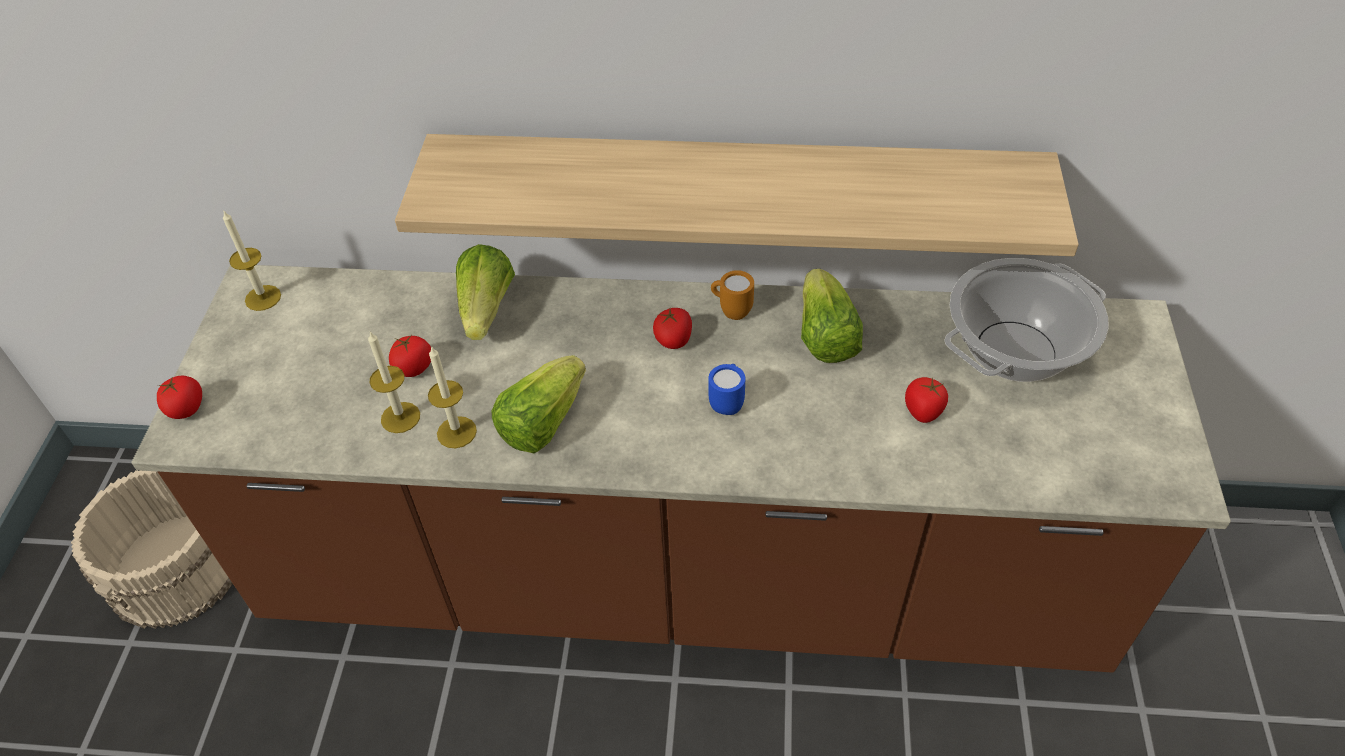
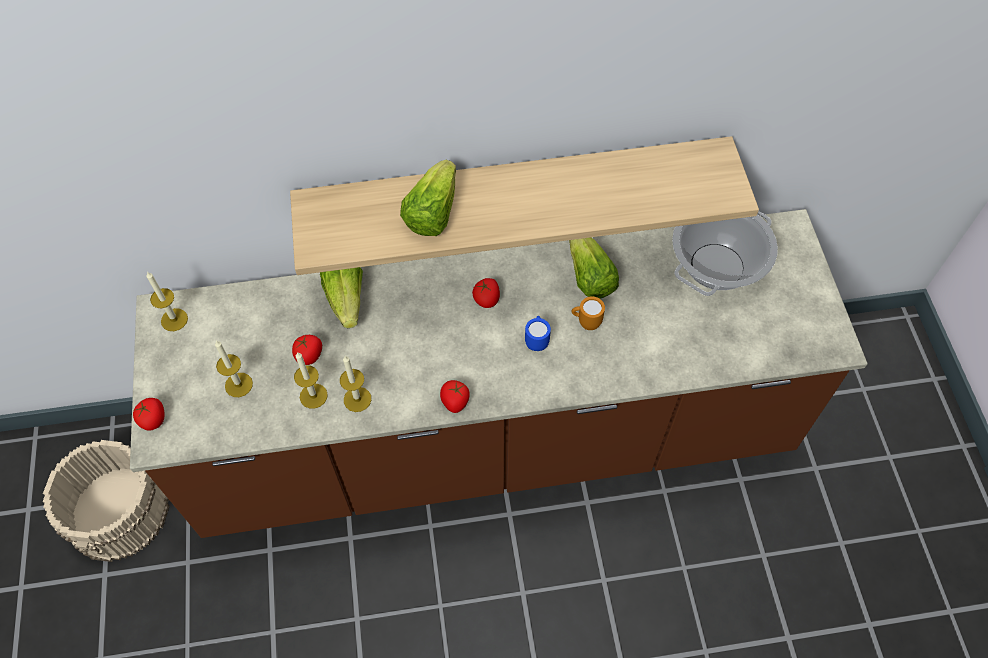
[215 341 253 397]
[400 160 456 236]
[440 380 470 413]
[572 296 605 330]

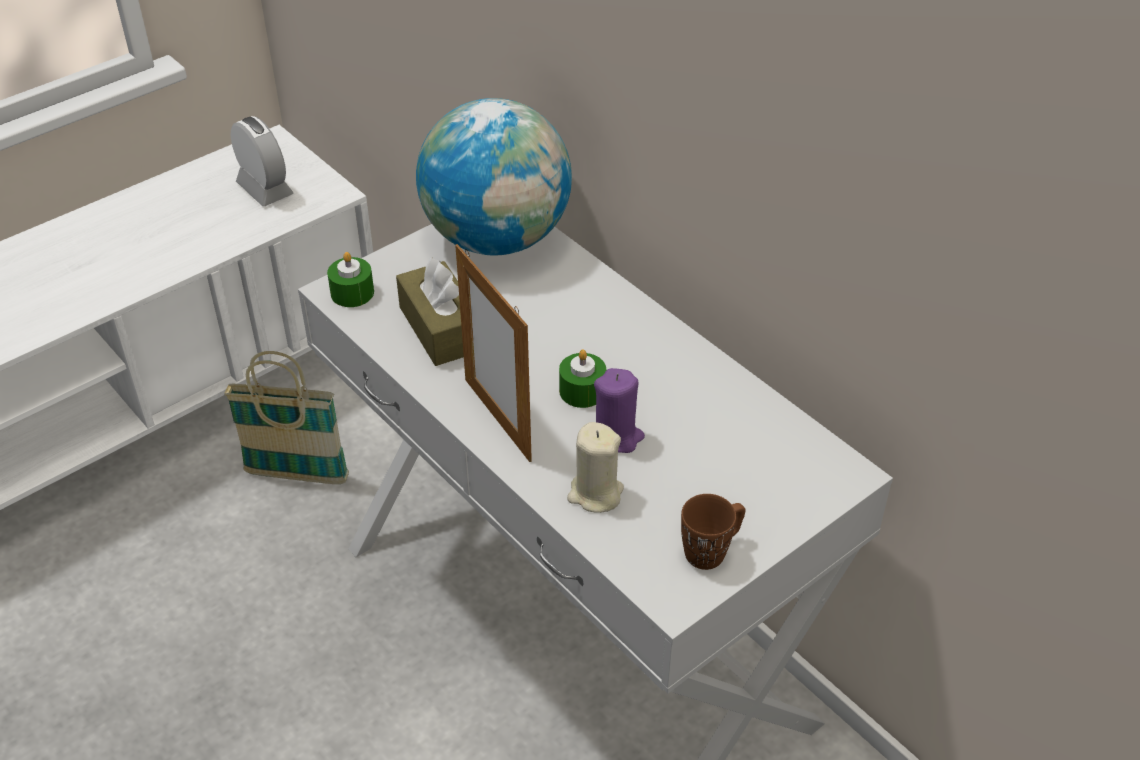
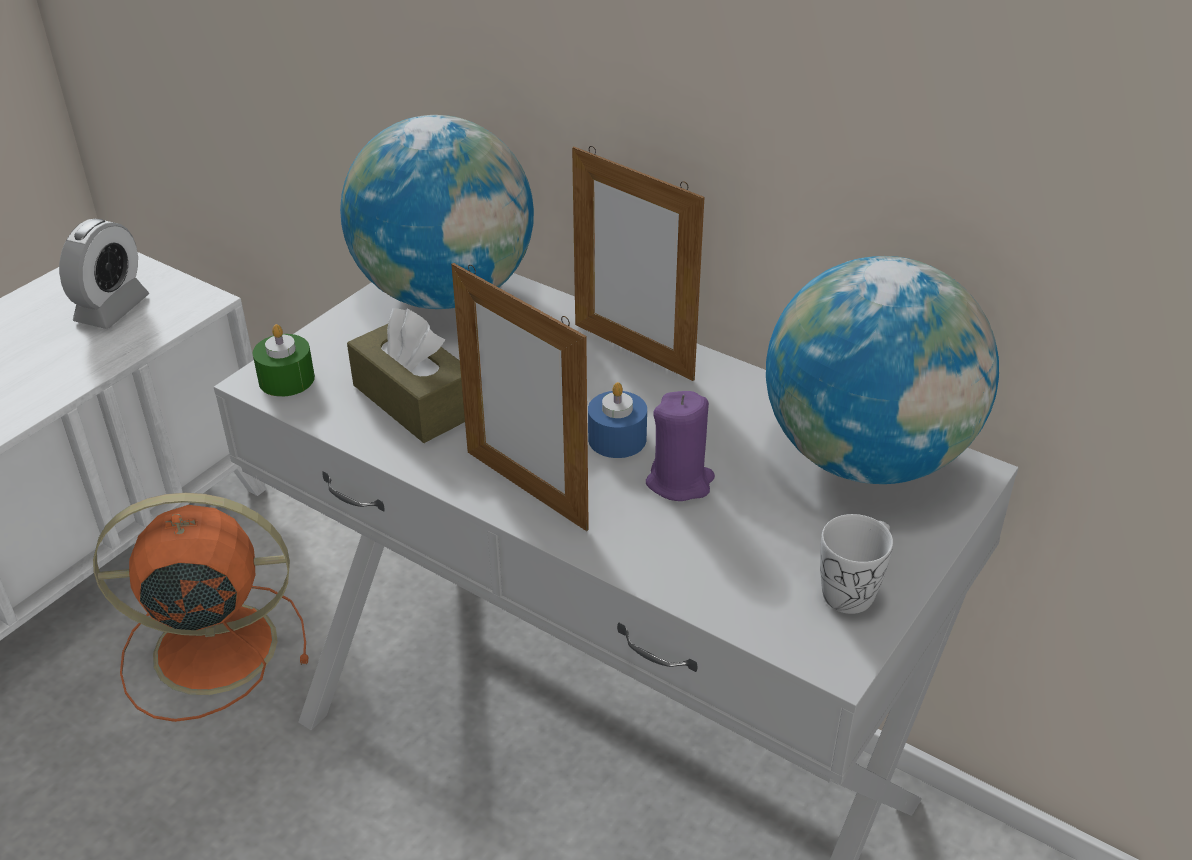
[59 219 149 329]
[93 493 308 722]
[572 146 704 381]
[588 382 647 458]
[766 256 999 484]
[820 514 893 614]
[567 422 624 513] (first image)

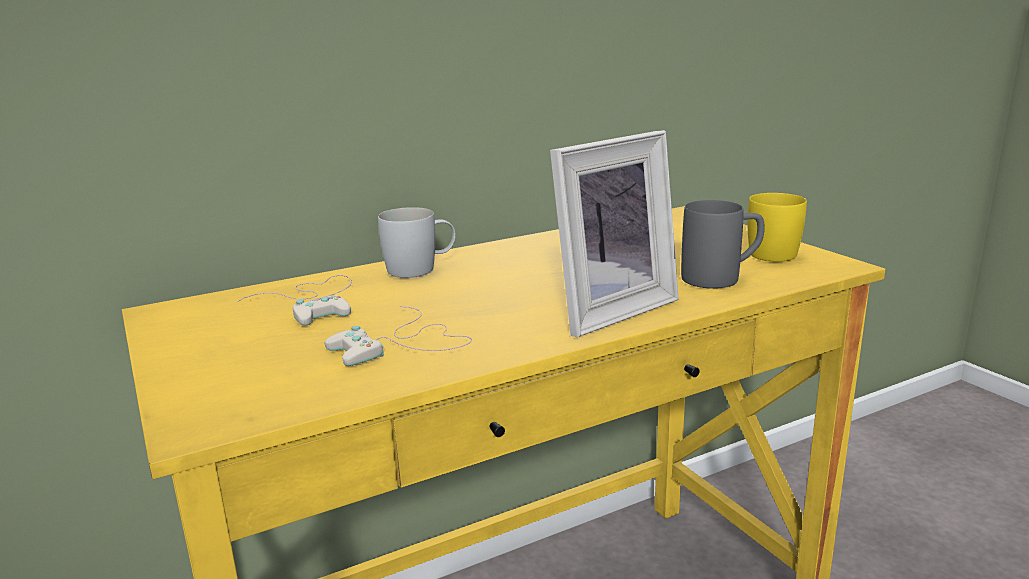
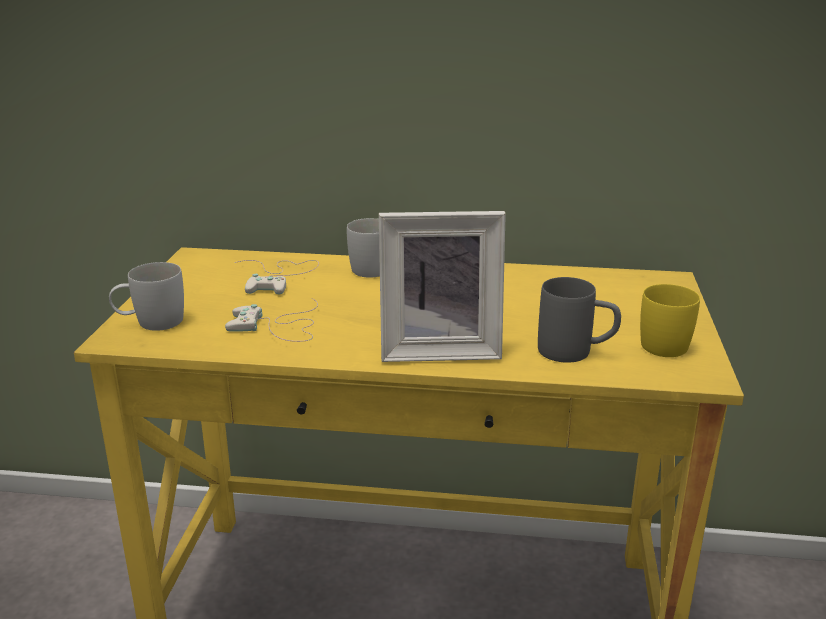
[109 262 184 331]

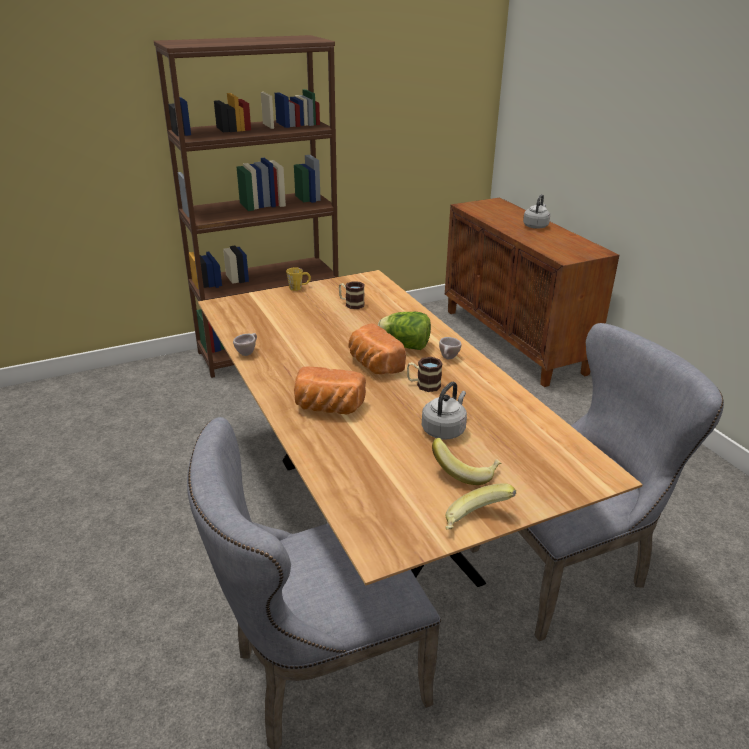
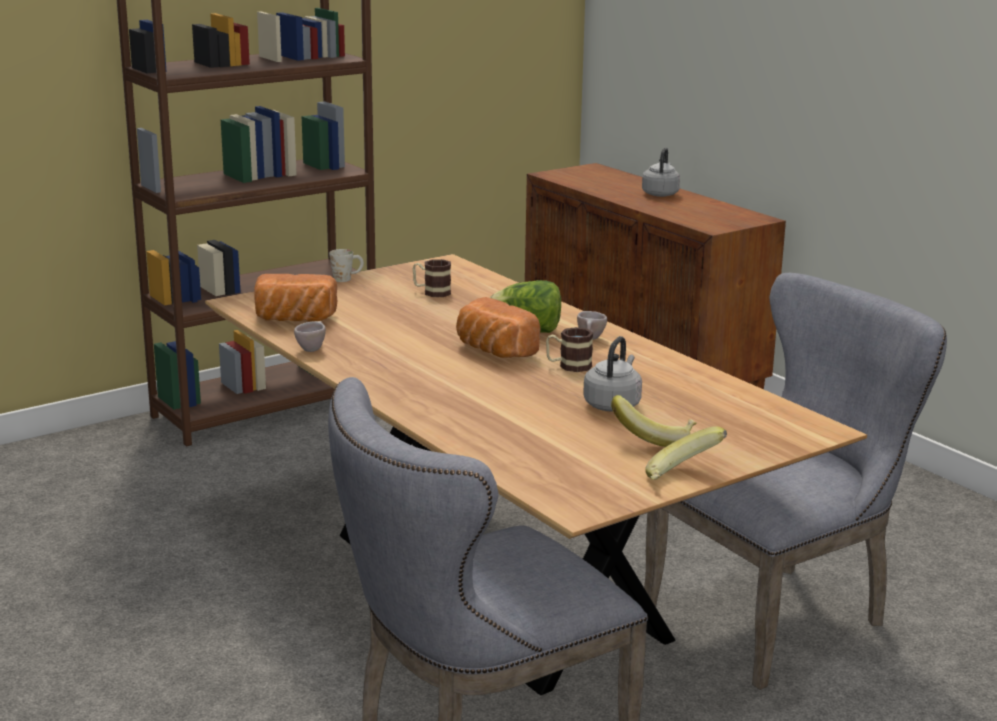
[254 274 337 321]
[329 249 364 282]

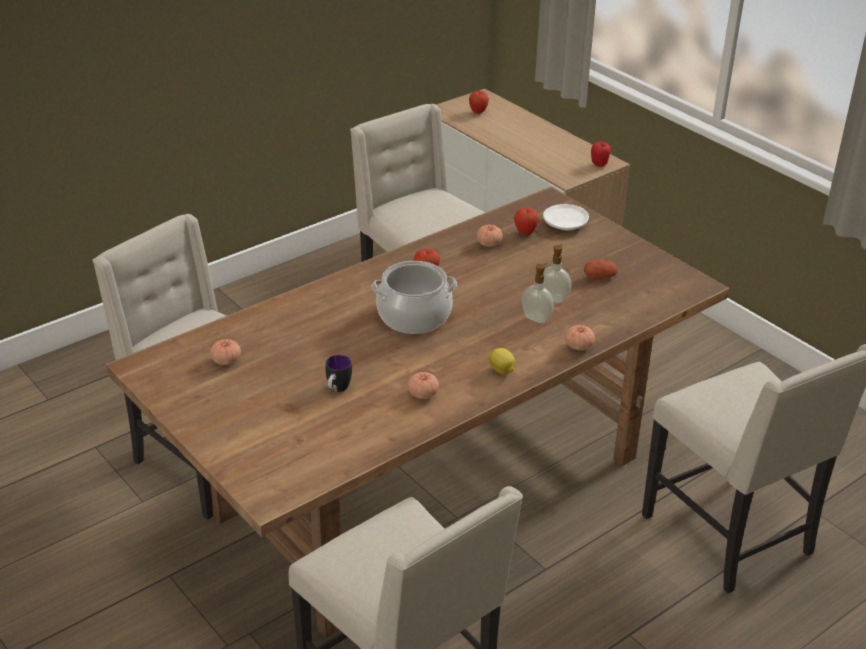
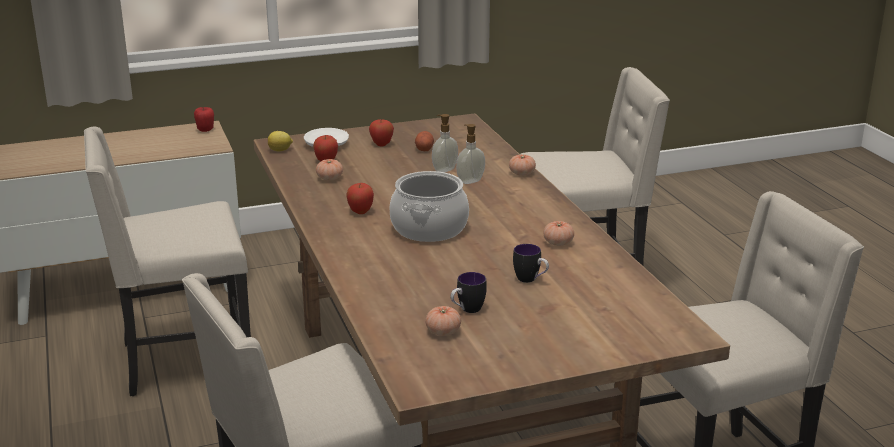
[268 131 293 151]
[369 119 394 147]
[451 272 487 313]

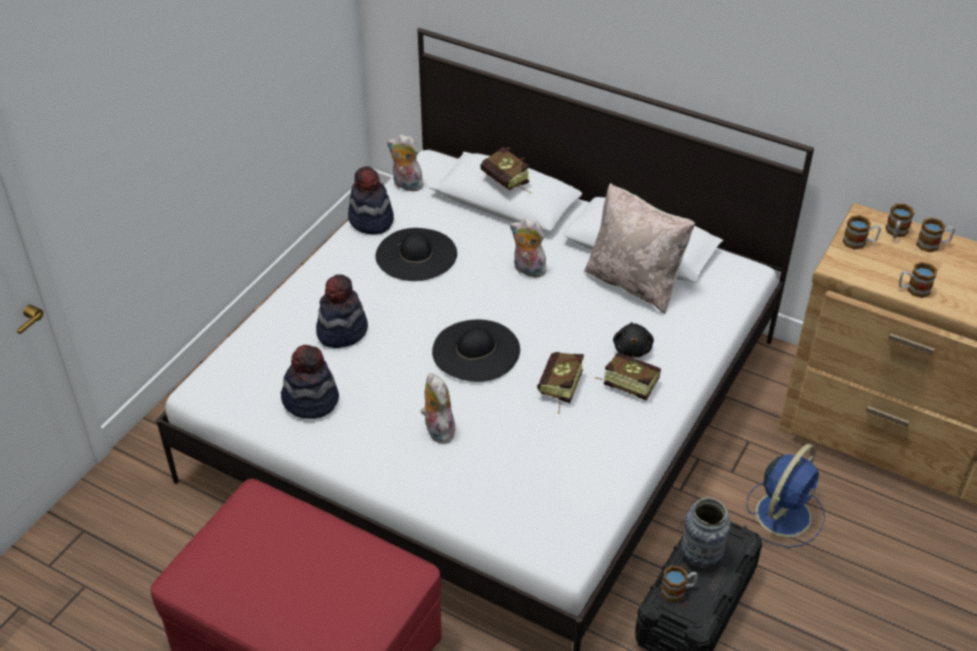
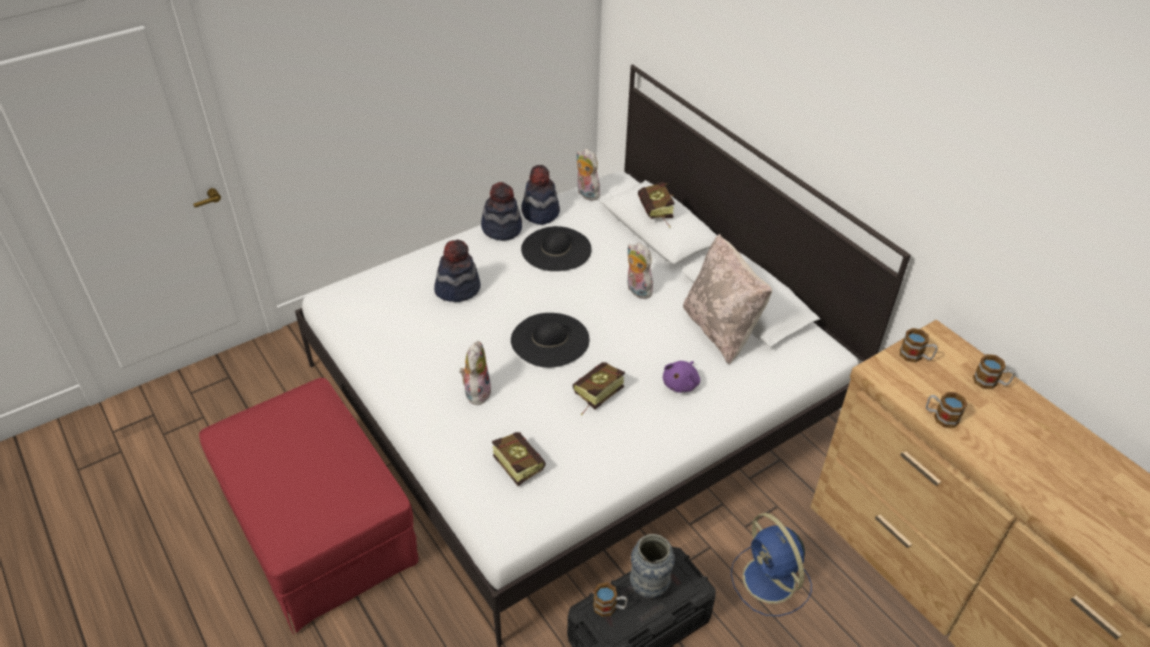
[481 182 522 241]
[492 432 546 486]
[663 361 700 393]
[731 513 812 616]
[885 204 914 238] (first image)

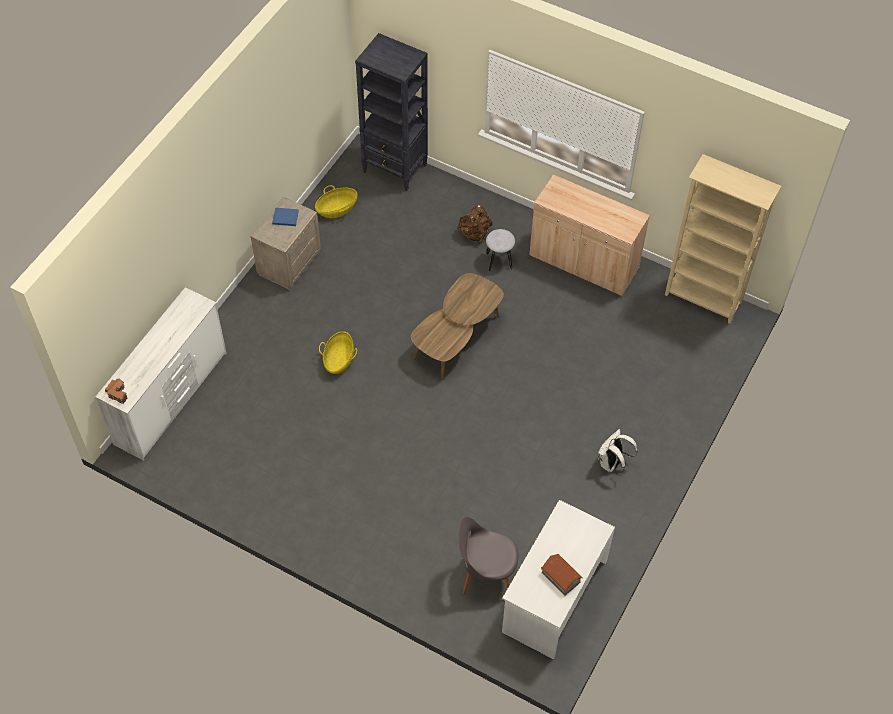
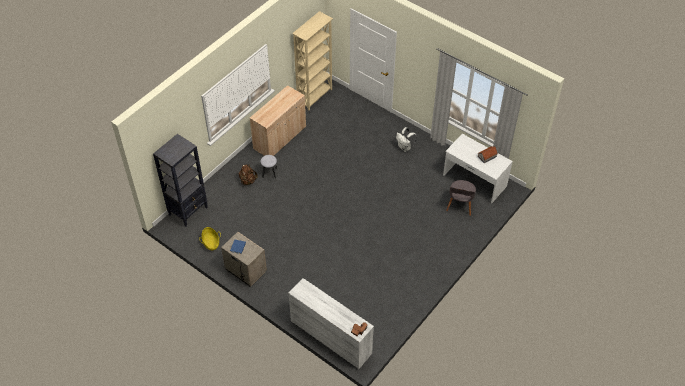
[319 331 357 374] (first image)
[411 273 504 379] (first image)

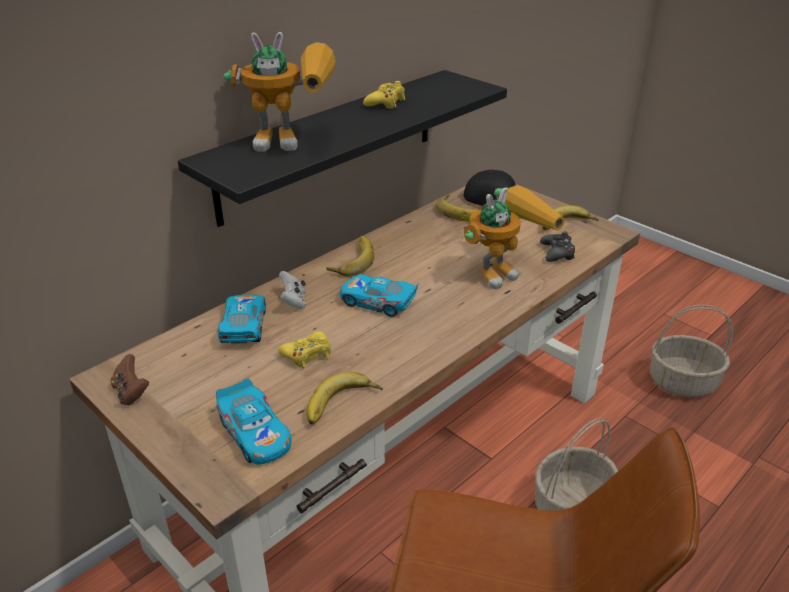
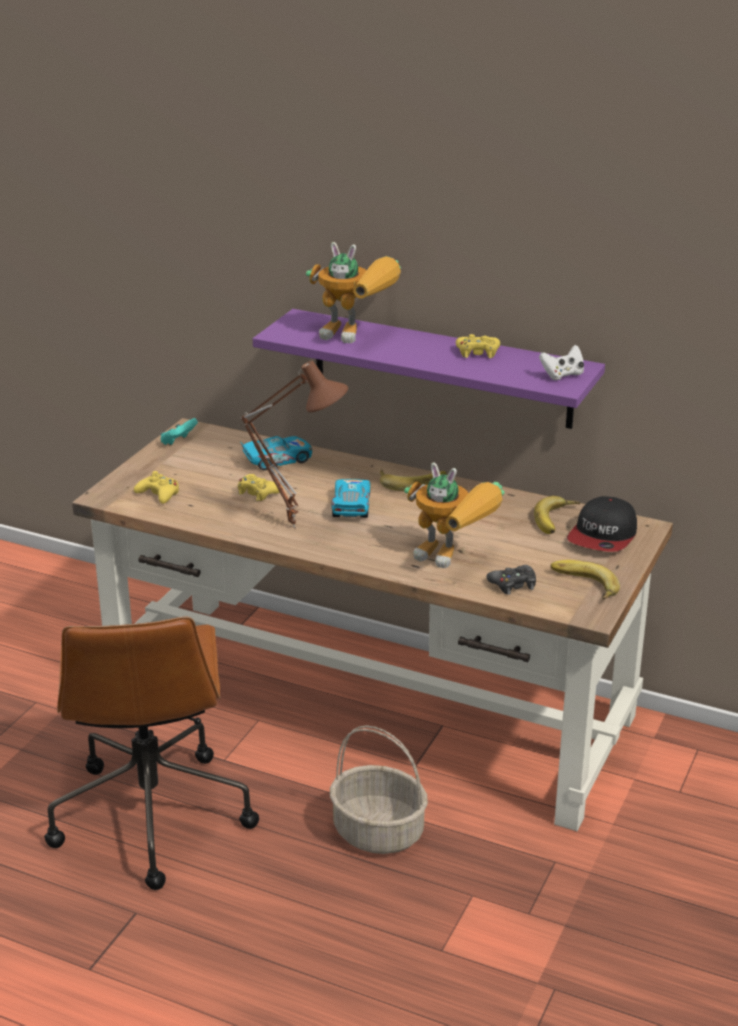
[134 471 179 504]
[160 418 198 445]
[240 361 348 528]
[253 309 605 429]
[306 242 401 343]
[539 345 584 380]
[306 372 383 425] (first image)
[650 305 733 397] (first image)

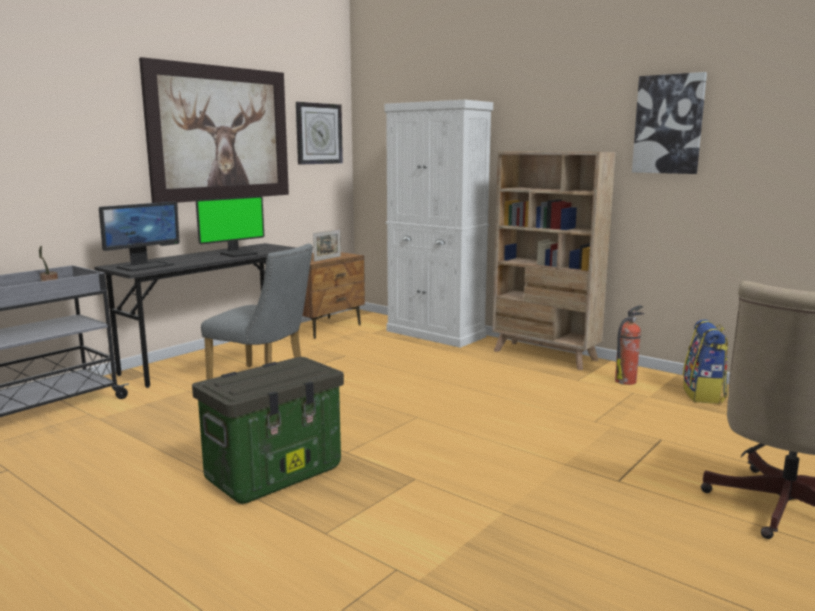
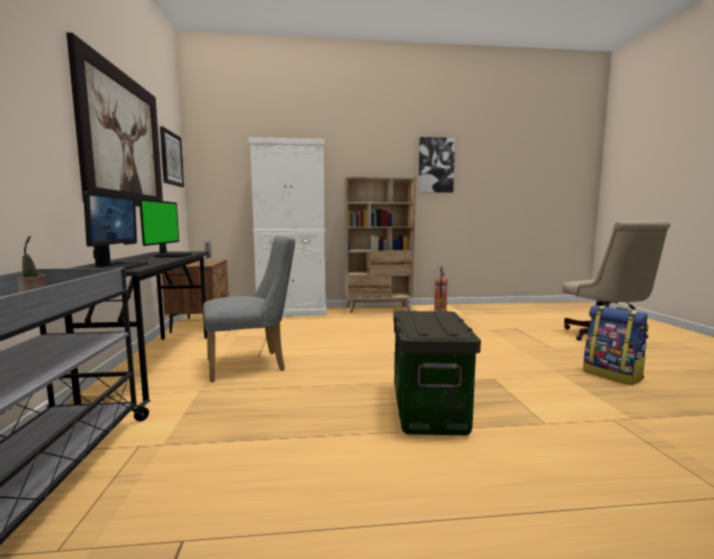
[583 305 649 385]

